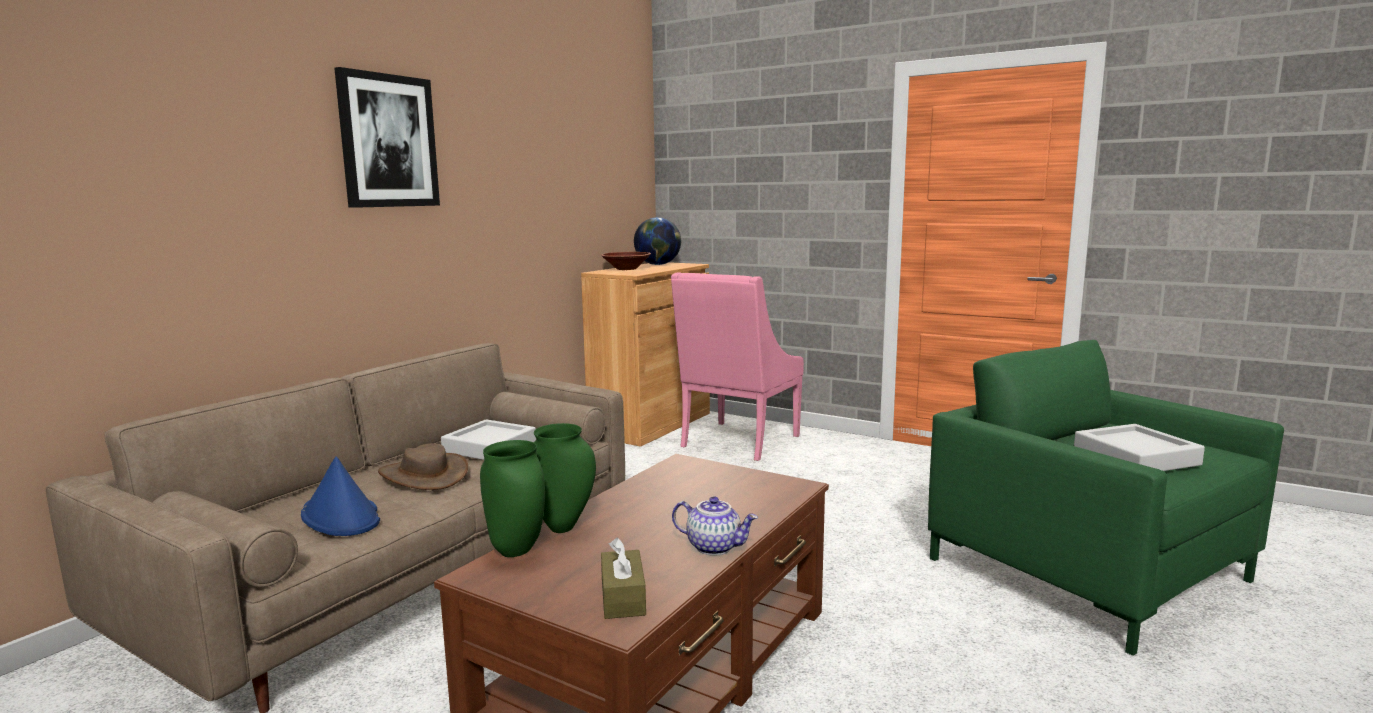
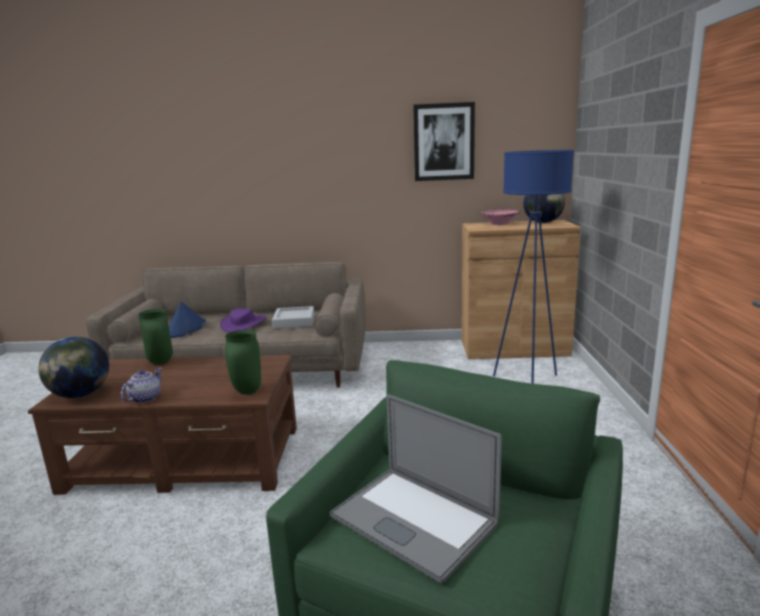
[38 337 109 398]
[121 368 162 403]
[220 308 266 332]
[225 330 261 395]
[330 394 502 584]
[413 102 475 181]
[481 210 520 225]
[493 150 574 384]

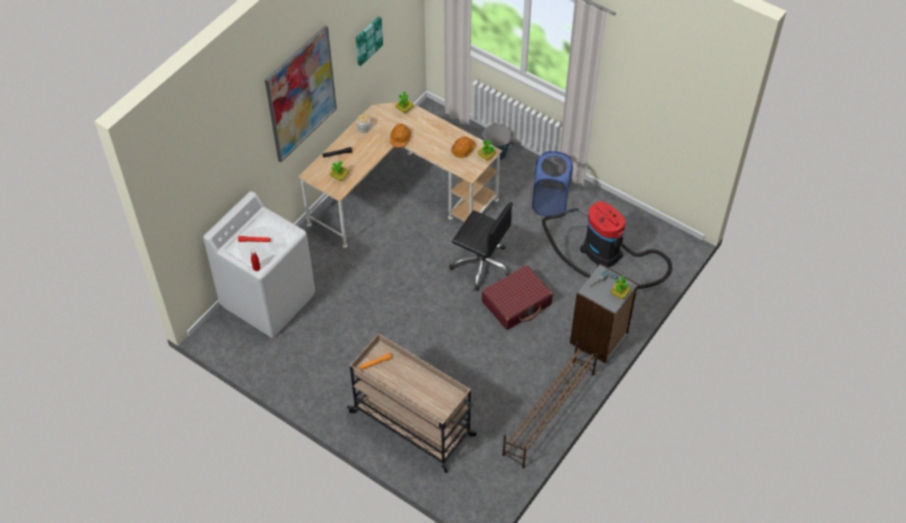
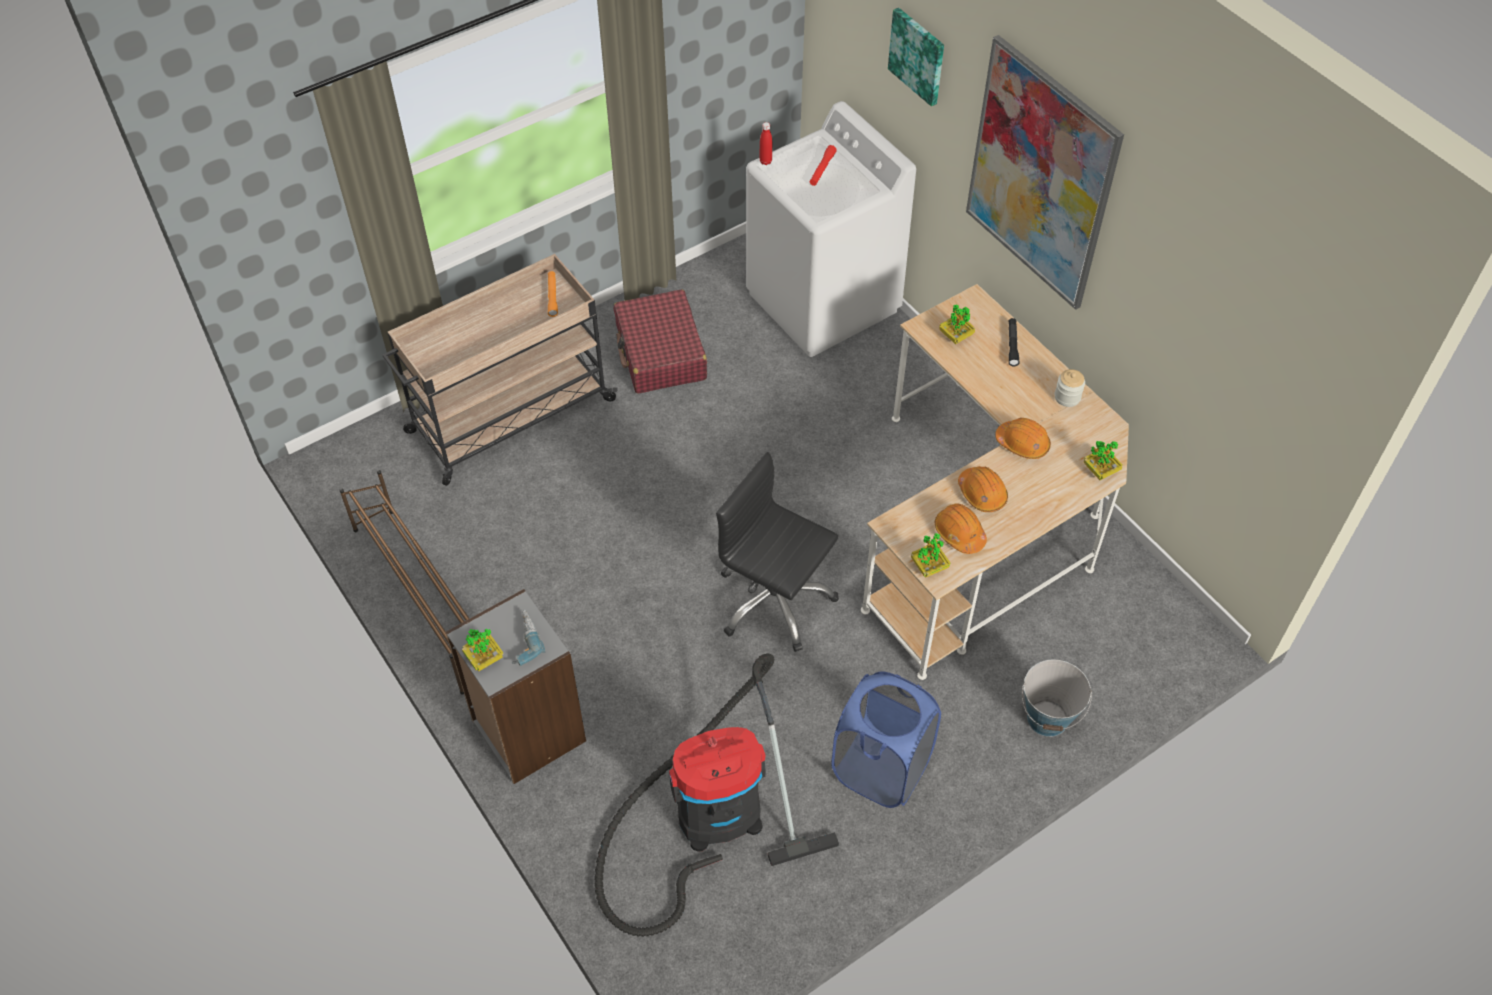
[614 290 707 394]
[716 452 839 652]
[888 8 944 107]
[958 466 1008 512]

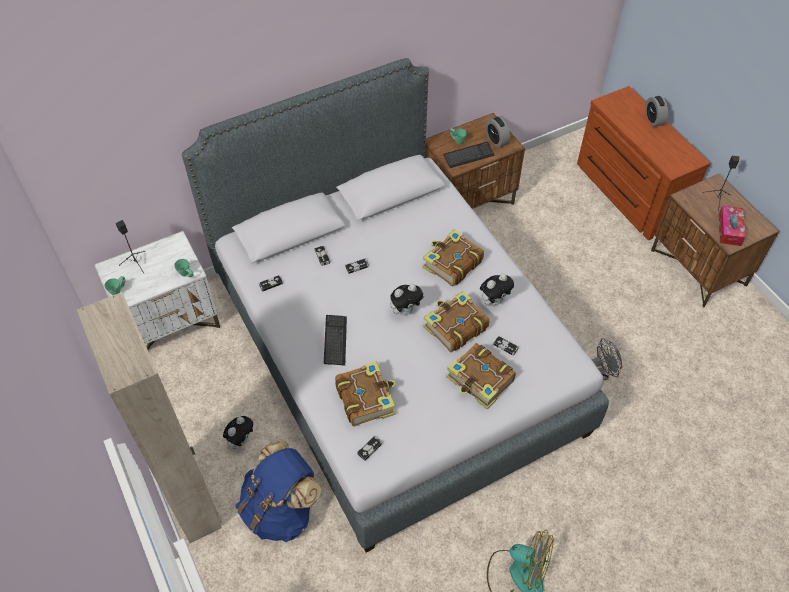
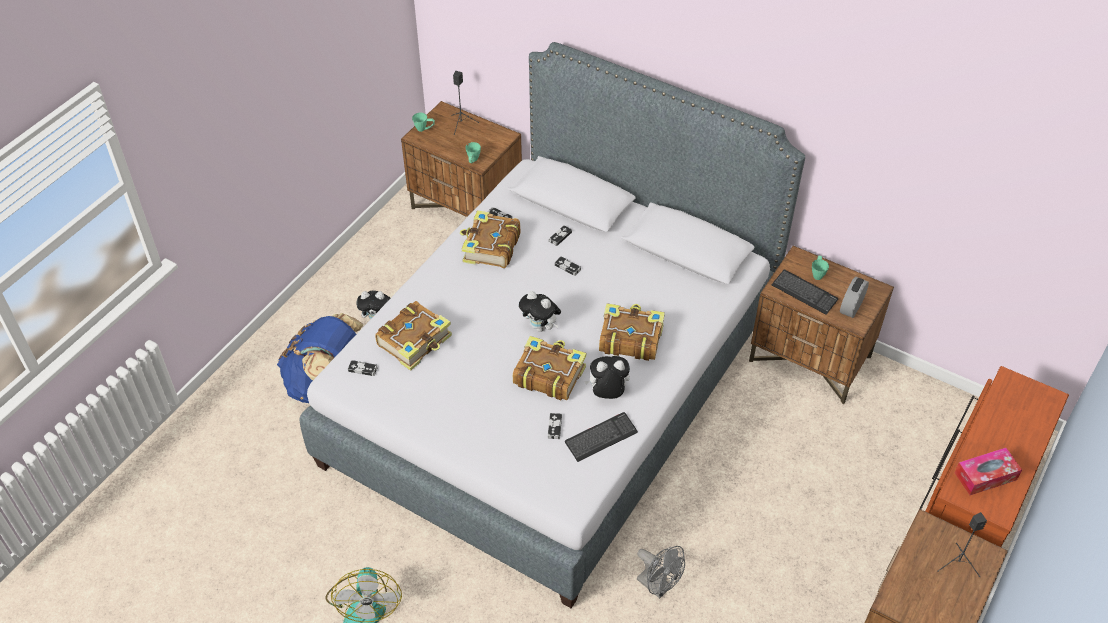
[401 101 522 217]
[460 210 520 268]
[565 412 638 462]
[584 356 630 399]
[955 448 1022 495]
[77 292 222 543] (first image)
[645 96 668 127] (first image)

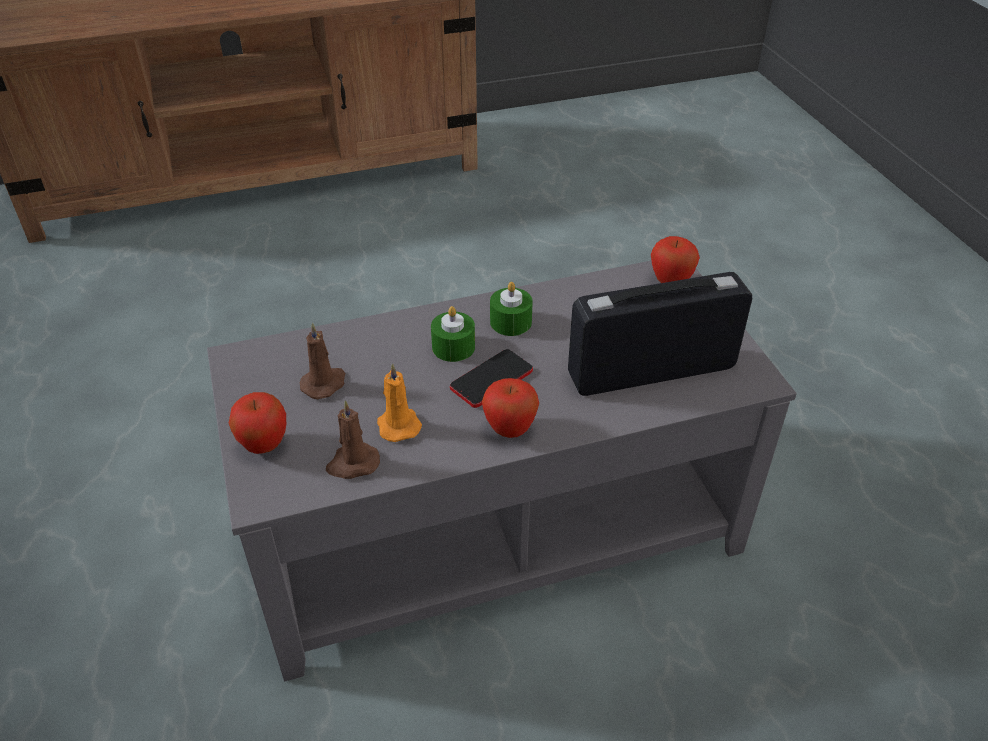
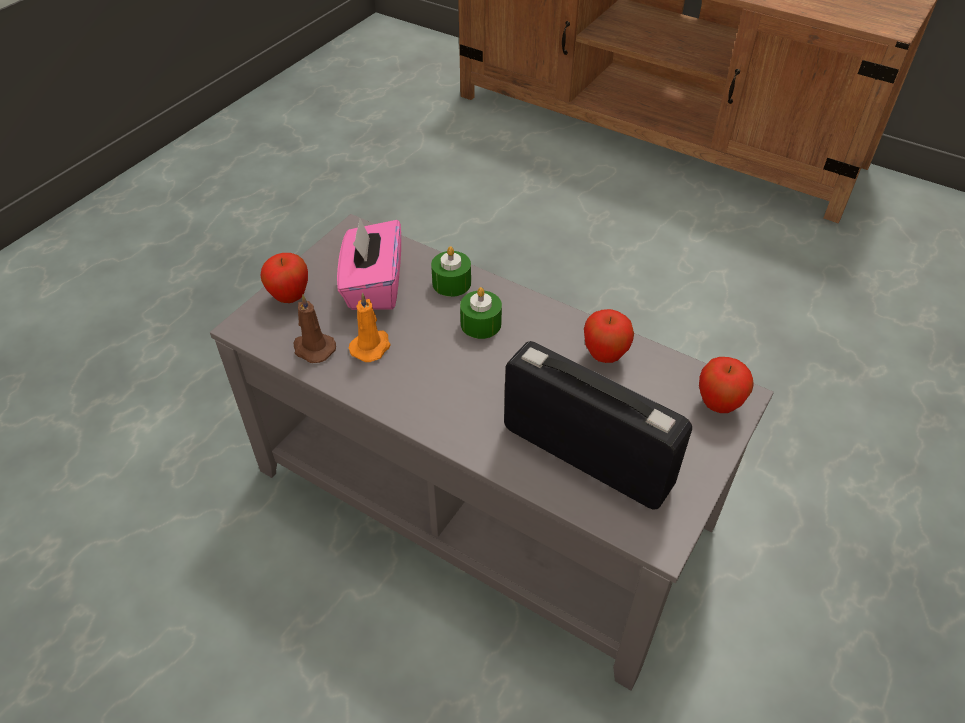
[337 219 401 310]
[431 246 471 297]
[584 309 634 363]
[450 349 533 408] (first image)

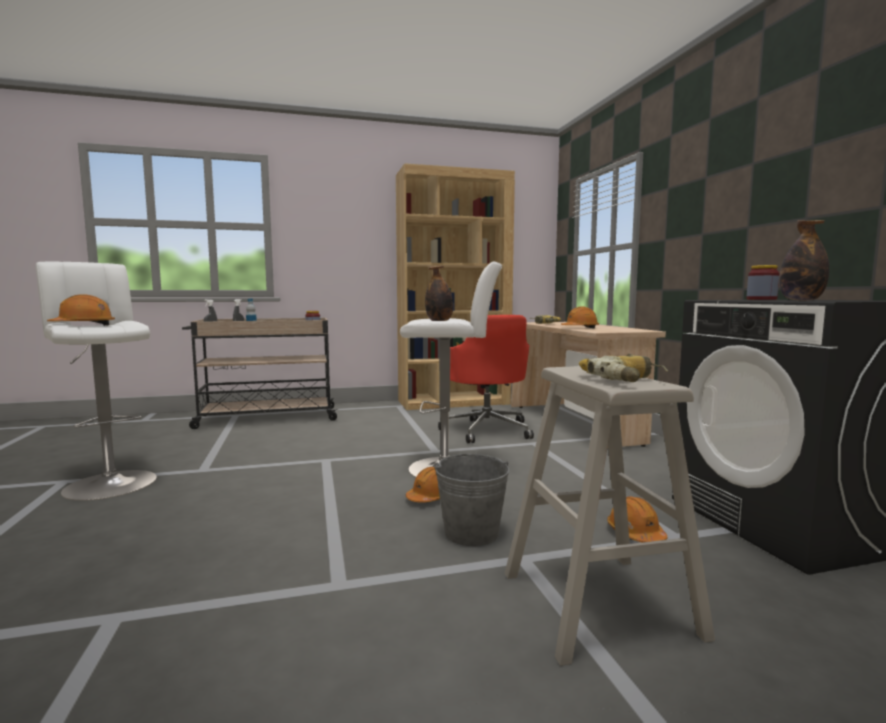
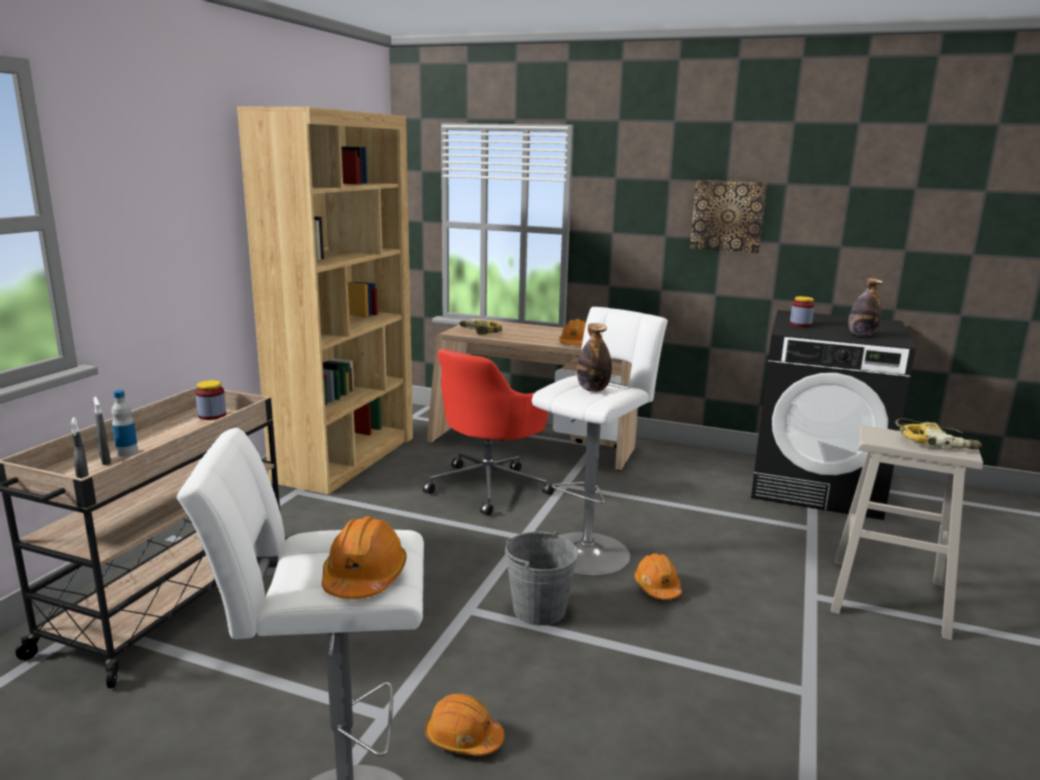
[422 349 554 516]
[425 693 504 756]
[505 531 578 625]
[690 180 767 253]

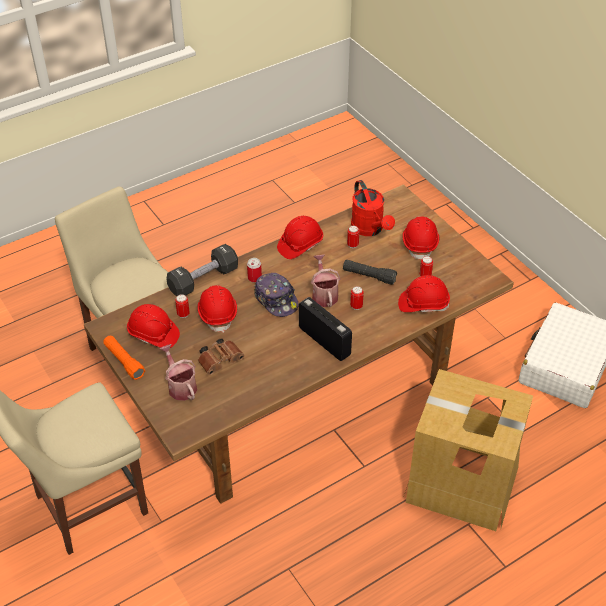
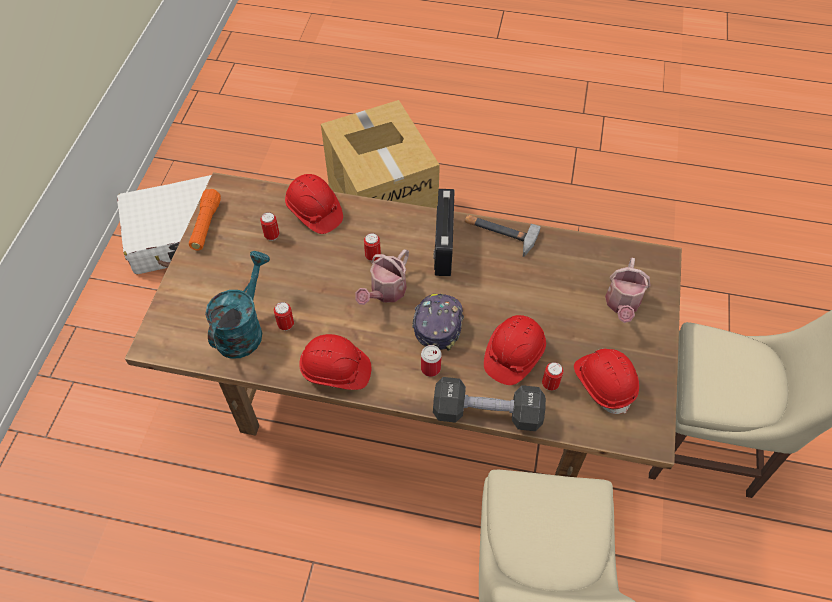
[189 189 221 250]
[205 251 270 358]
[465 215 541 257]
[198 338 245 375] (first image)
[343 260 397 285] (first image)
[402 216 439 260] (first image)

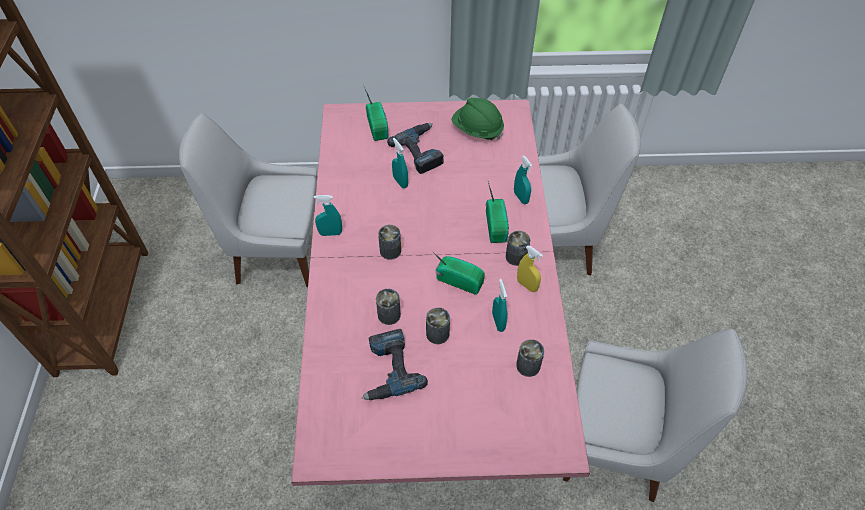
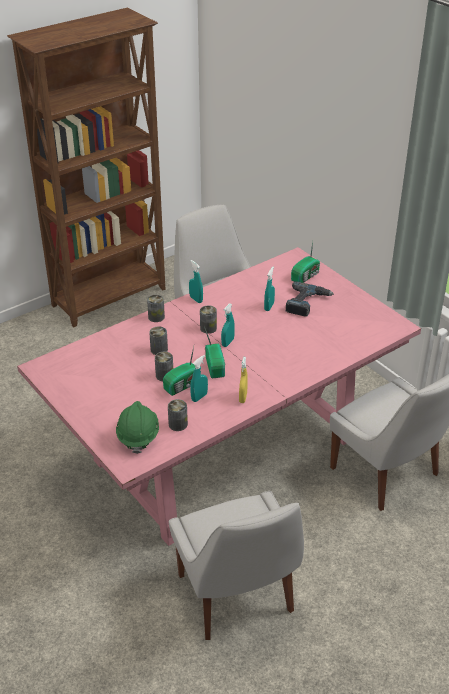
[116 401 159 454]
[147 295 165 322]
[163 346 201 396]
[221 303 235 347]
[361 329 428 400] (first image)

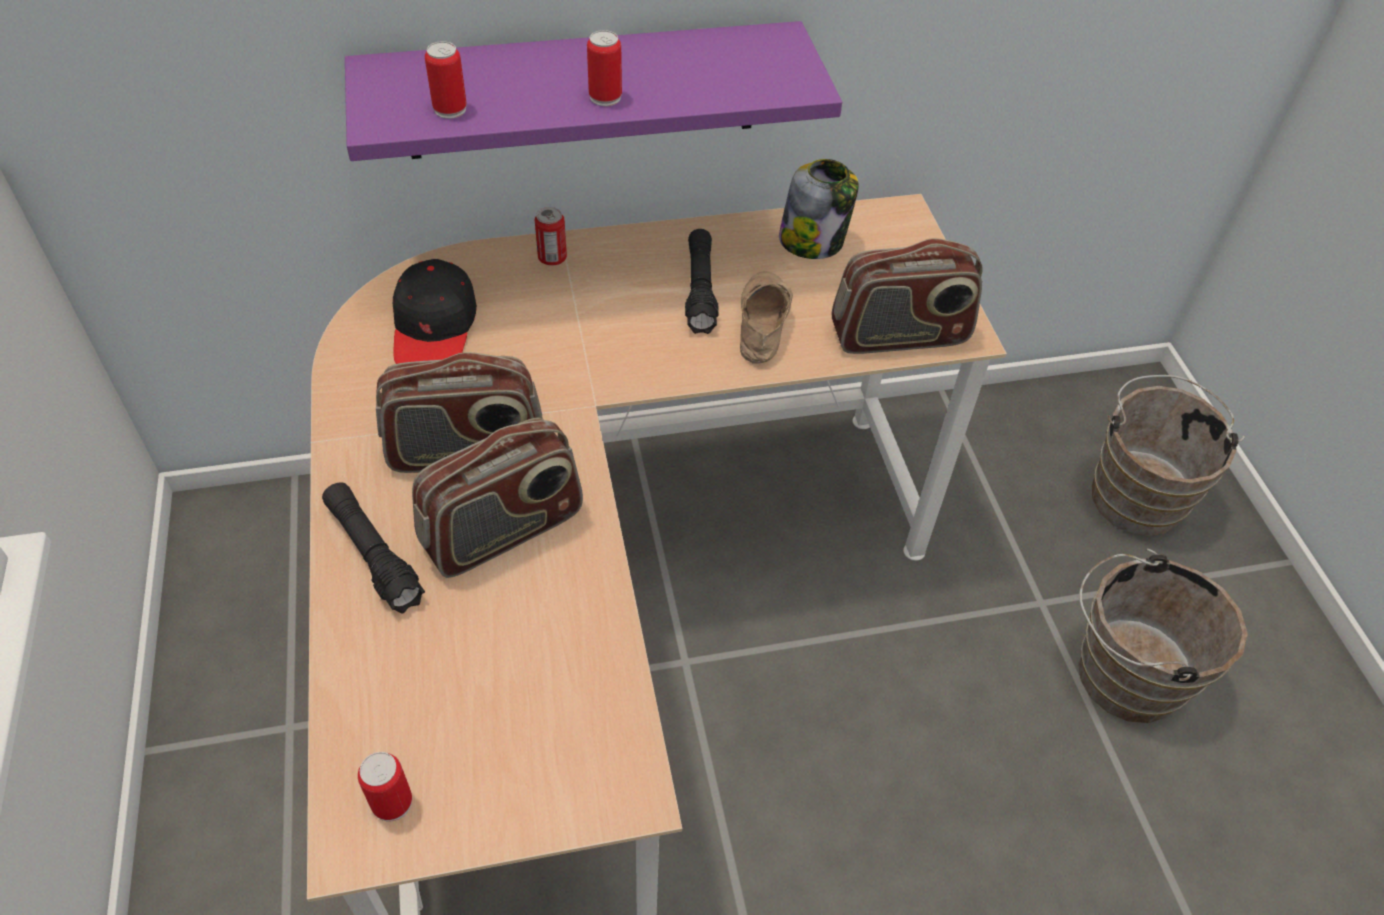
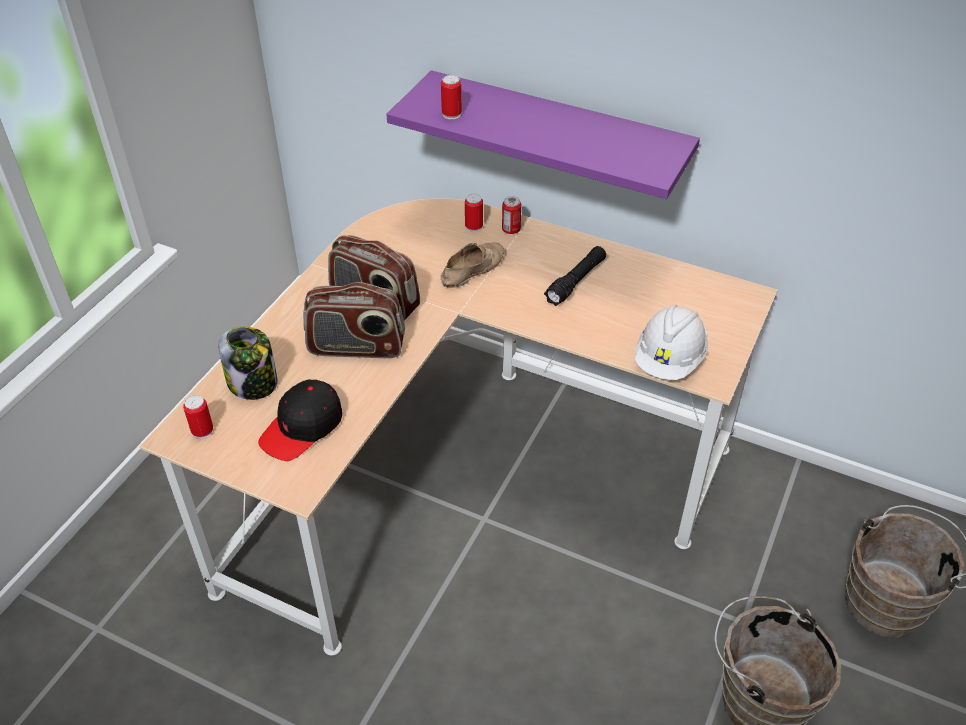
[218 326 277 400]
[258 379 342 461]
[441 243 504 288]
[465 194 483 232]
[635 305 708 380]
[322 482 425 614] (first image)

